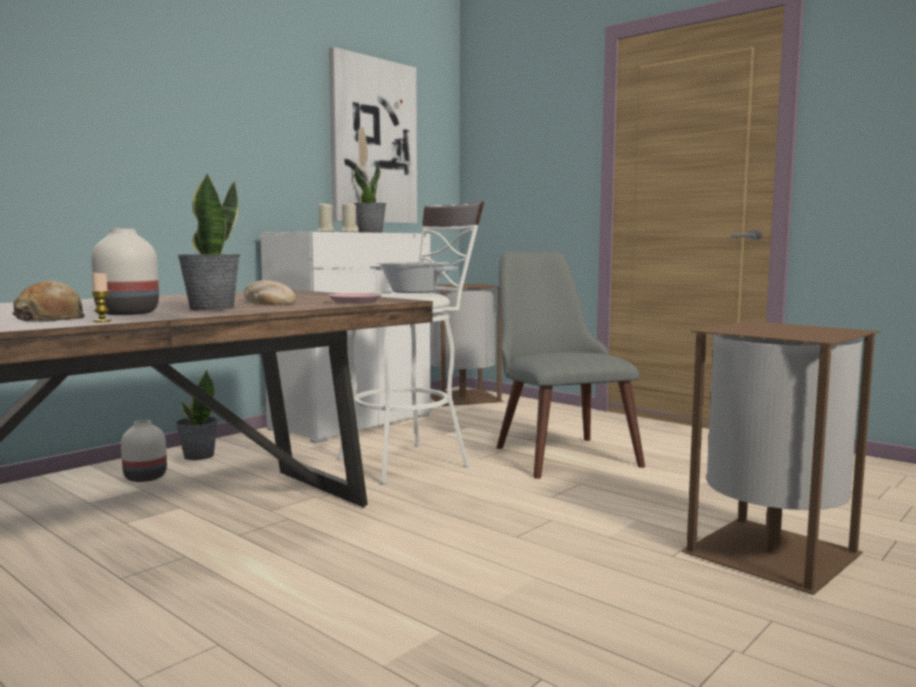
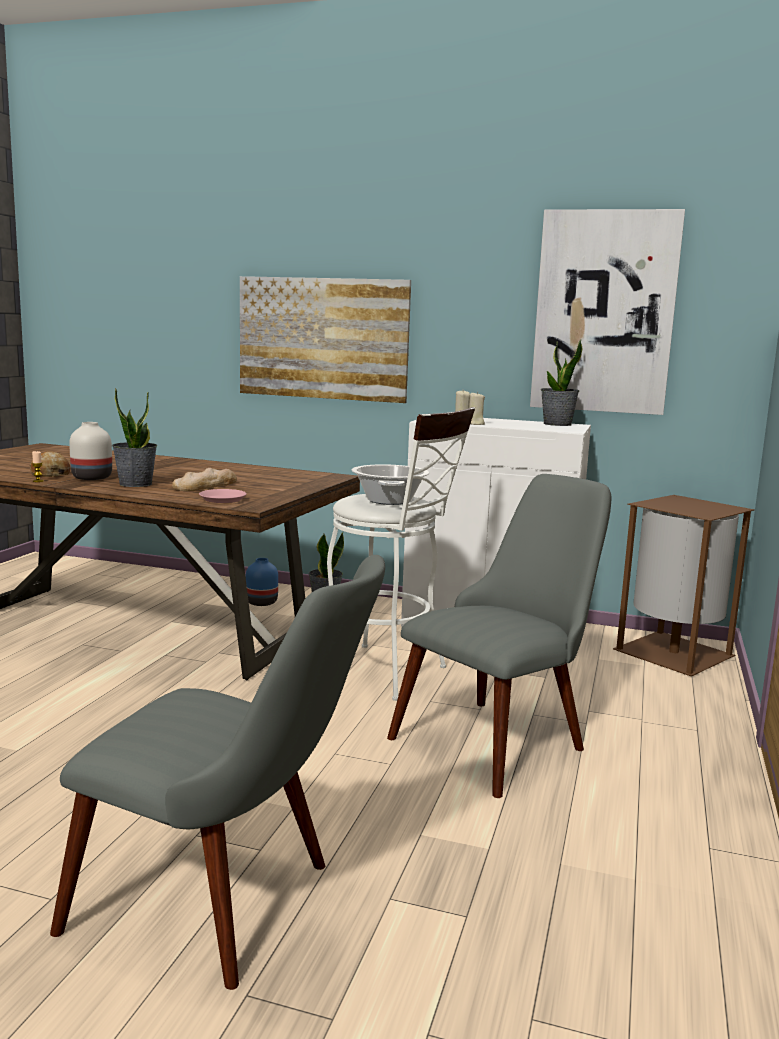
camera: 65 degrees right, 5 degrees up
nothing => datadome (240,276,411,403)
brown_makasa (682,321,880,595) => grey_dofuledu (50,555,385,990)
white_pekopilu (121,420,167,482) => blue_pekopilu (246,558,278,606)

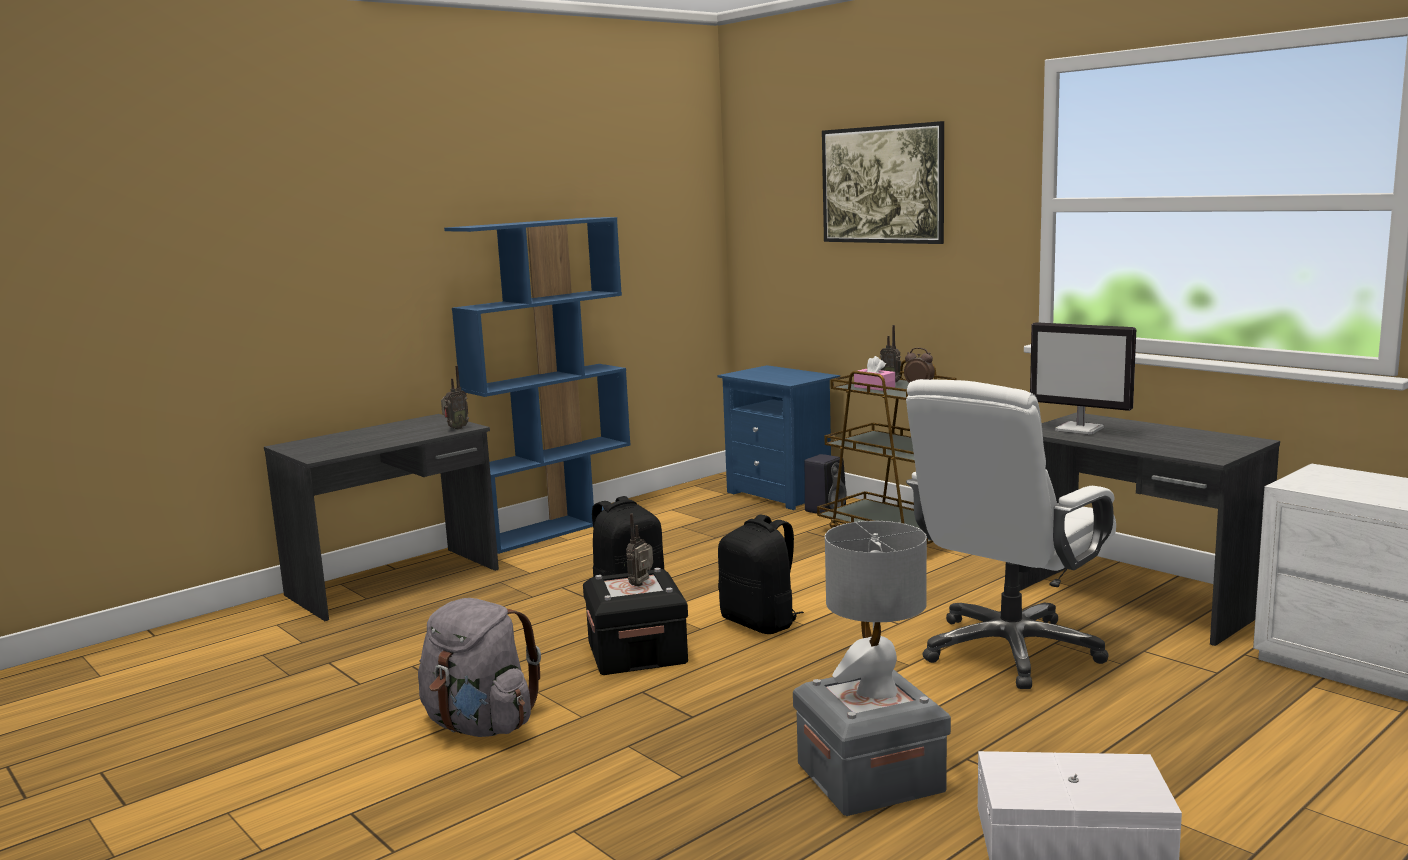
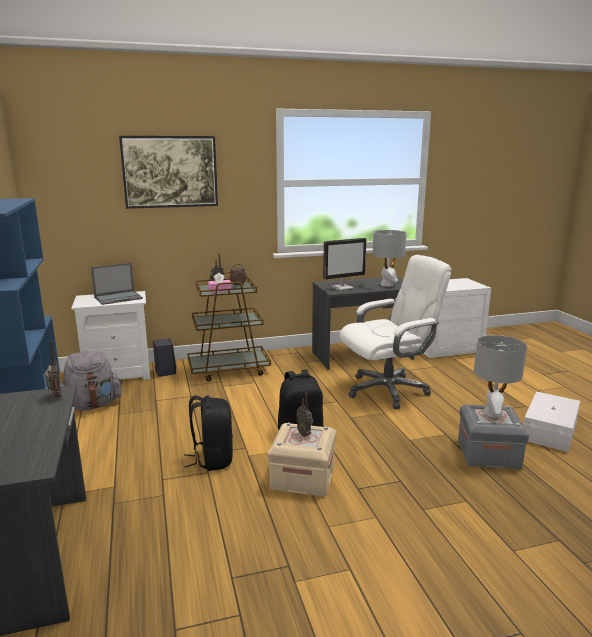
camera: 65 degrees left, 5 degrees up
nothing => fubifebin (91,263,143,305)
nothing => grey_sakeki (373,230,406,287)
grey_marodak (418,598,541,737) => grey_marodak (60,350,123,411), shifted
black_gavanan (583,568,688,675) => beige_gavanan (268,422,336,496)
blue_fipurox (718,365,840,510) => white_fipurox (71,291,150,380)
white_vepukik (906,379,1116,689) => white_vepukik (339,255,452,409), 90 degrees counterclockwise

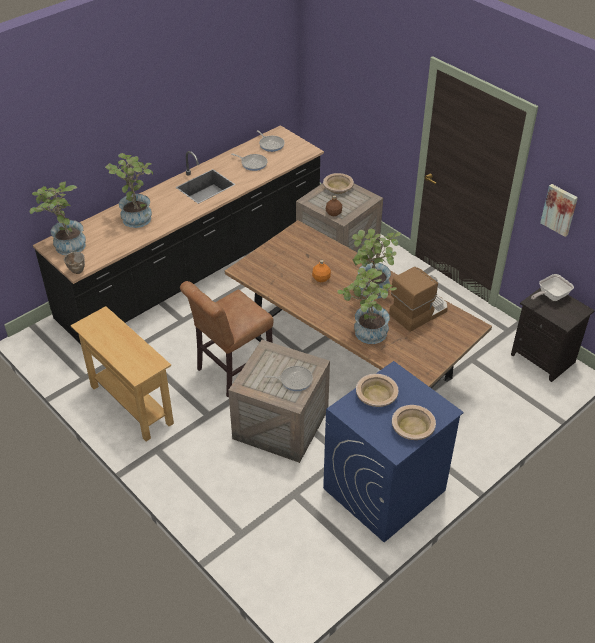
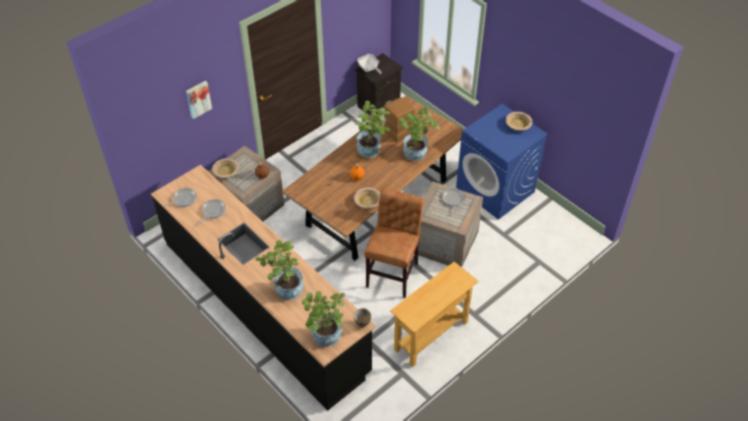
camera: 90 degrees left, 5 degrees up
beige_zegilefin (356,374,399,407) => beige_zegilefin (354,187,380,209), shifted
datadome (540,184,578,237) => datadome (186,81,212,119), shifted
brown_dofuledu (180,281,274,398) => brown_dofuledu (364,188,424,298), 120 degrees counterclockwise

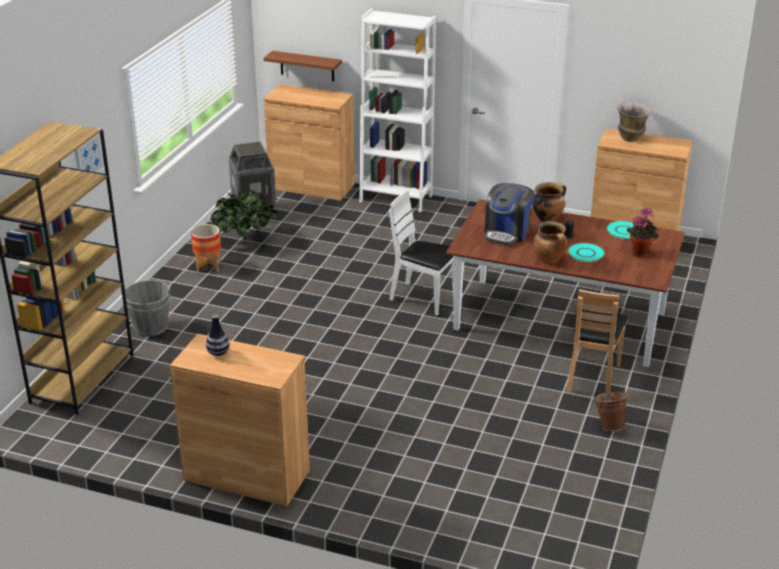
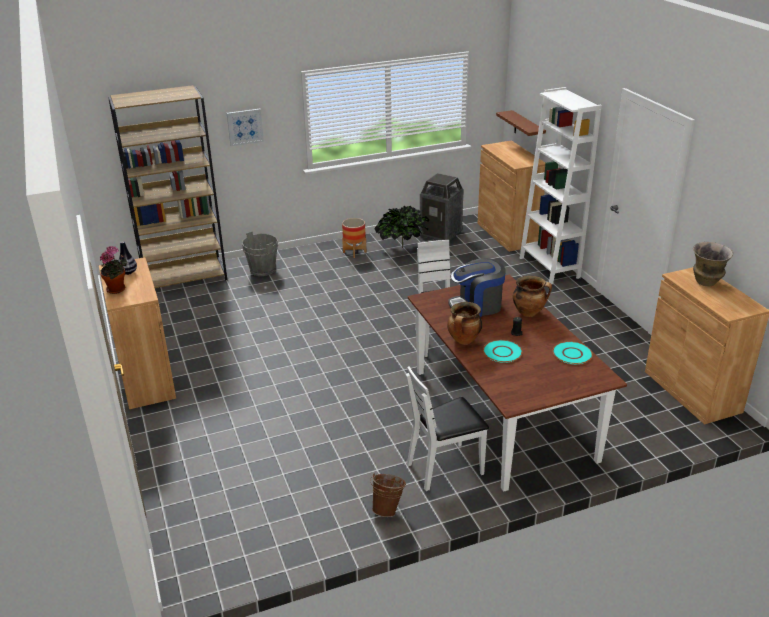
camera: 50 degrees right, 0 degrees up
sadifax (627,208,659,257) => sadifax (100,246,127,294), shifted
brown_dofuledu (566,289,628,393) => white_dofuledu (406,366,489,491)

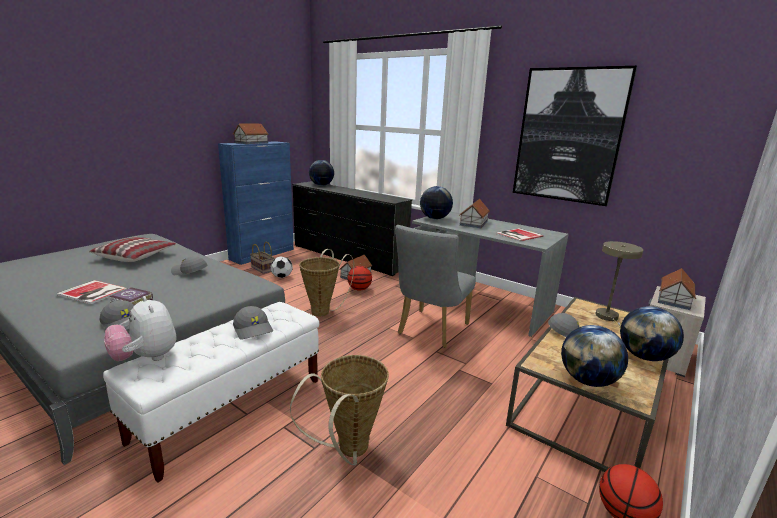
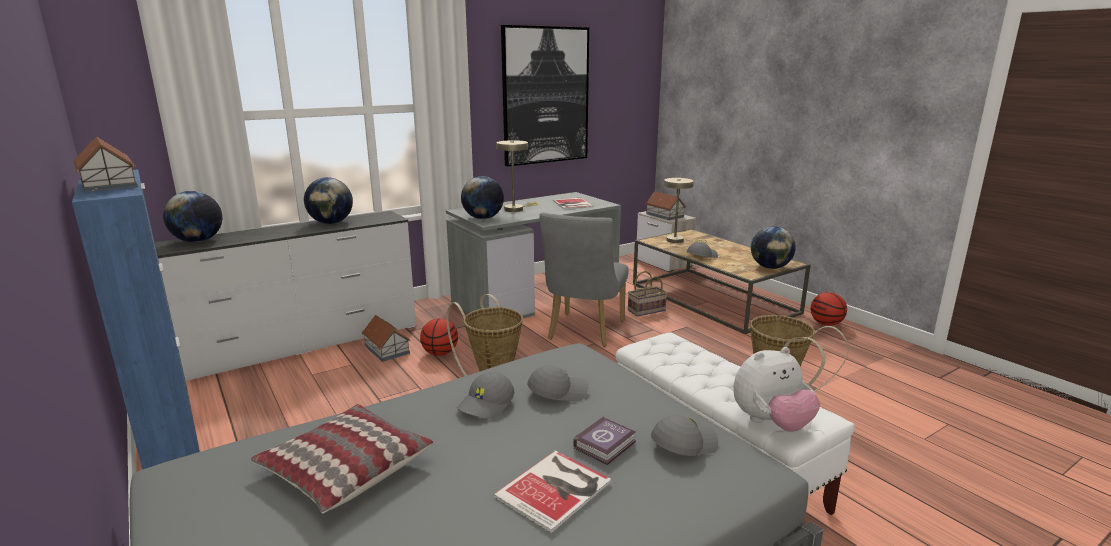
camera: 70 degrees left, 0 degrees up
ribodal (270,256,293,278) => nothing
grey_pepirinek (233,306,273,340) => grey_pepirinek (527,365,589,402), shifted
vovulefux (250,242,274,274) => vovulefux (628,271,667,317), shifted
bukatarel (620,306,684,361) => bukatarel (304,177,353,224), shifted
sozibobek (459,199,490,228) => beige_sakeki (496,140,539,212)
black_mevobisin (292,181,412,276) => white_mevobisin (155,211,416,381)
grey_dofuledu (395,225,476,348) => grey_dofuledu (540,213,629,347), 60 degrees clockwise

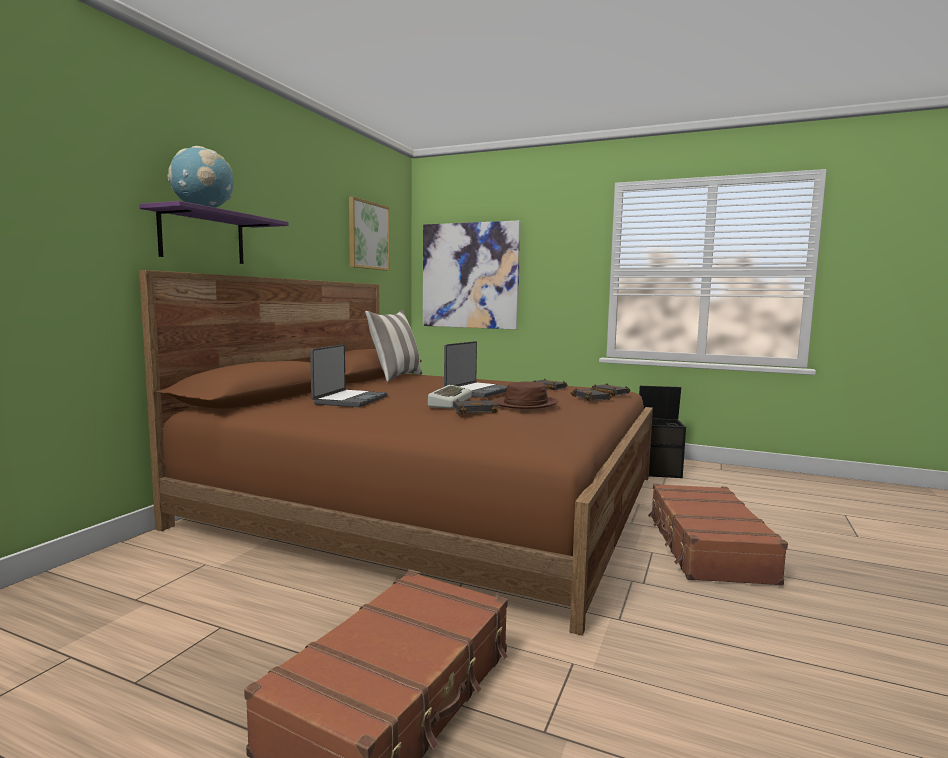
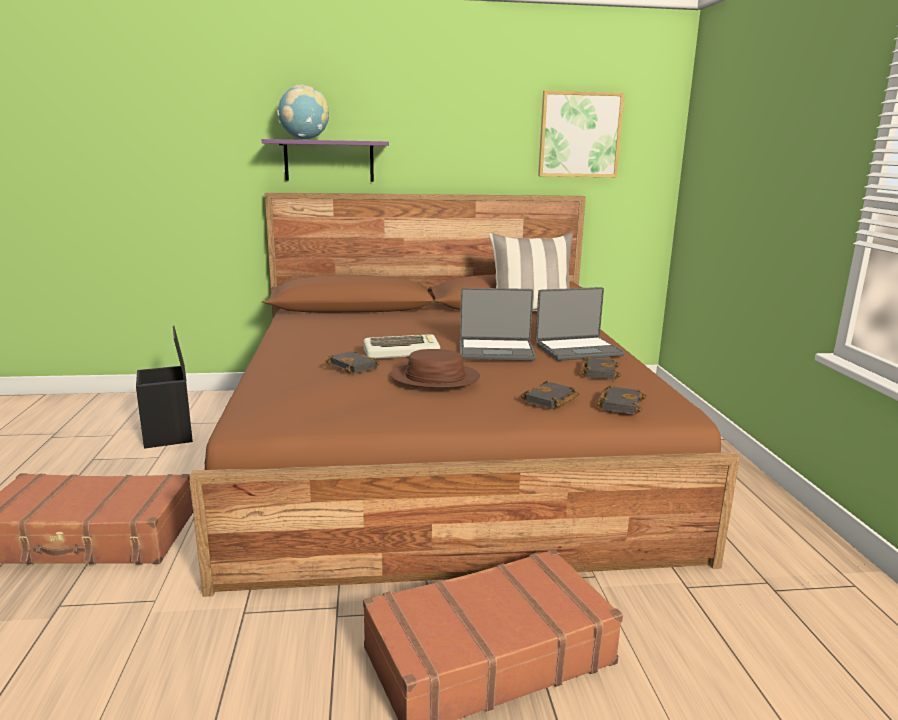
camera: 60 degrees right, 10 degrees up
datadome (423,221,521,329) => nothing
fubifebin (310,344,387,407) => fubifebin (535,287,625,361), shifted
black_gavanan (639,386,686,478) => black_gavanan (136,326,193,449), shifted

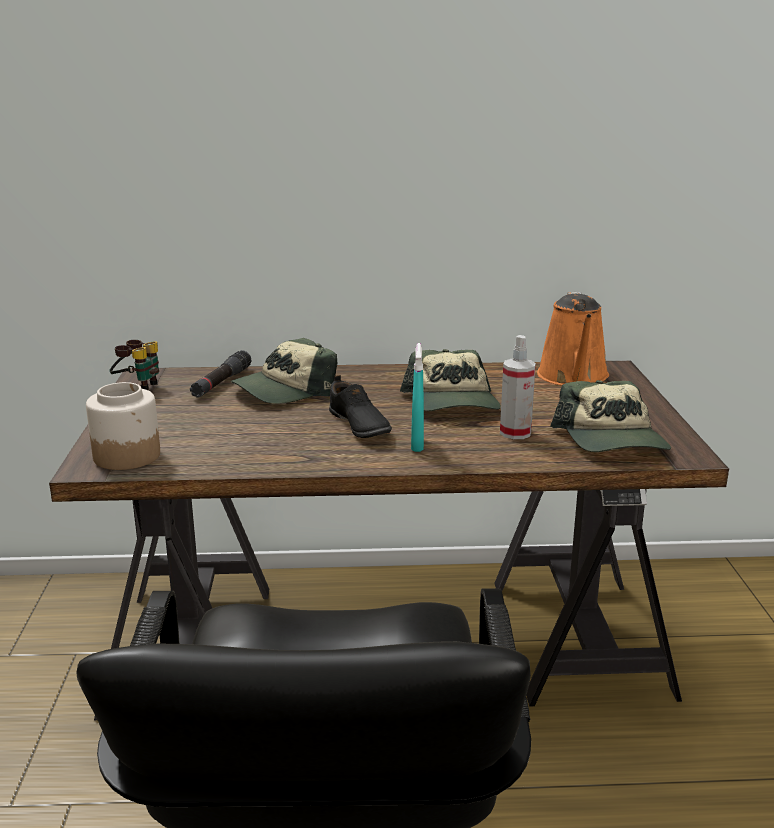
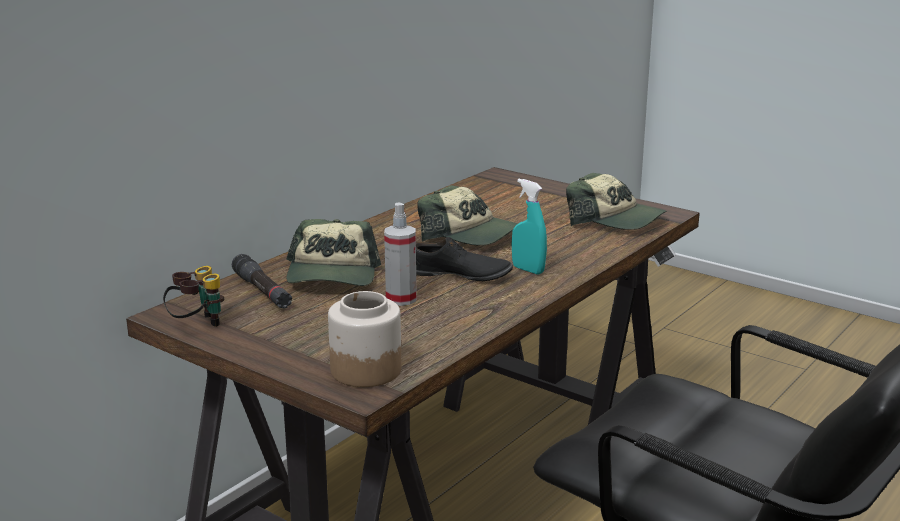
camera: 50 degrees left, 0 degrees up
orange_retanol (537,292,609,386) => nothing
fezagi (500,335,536,439) => fezagi (384,203,417,306), shifted

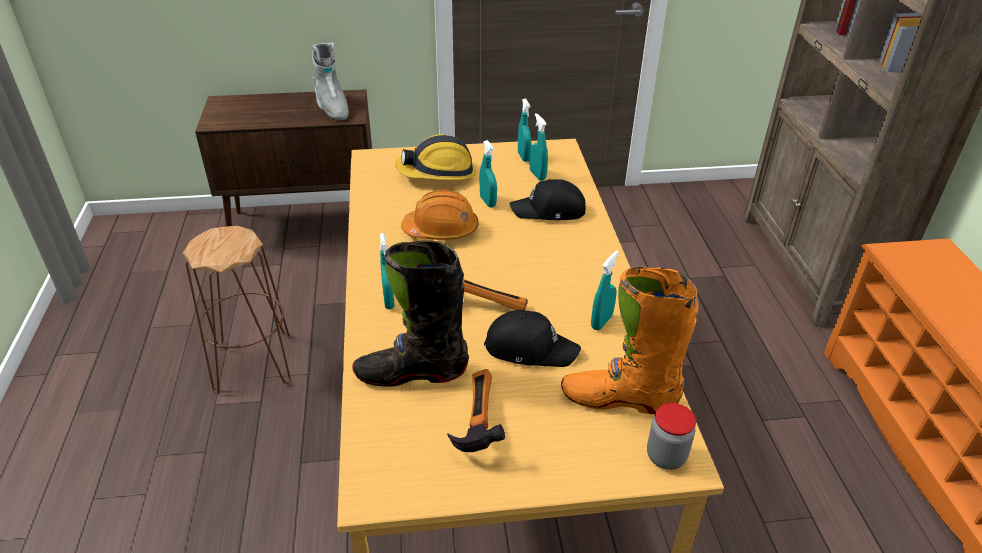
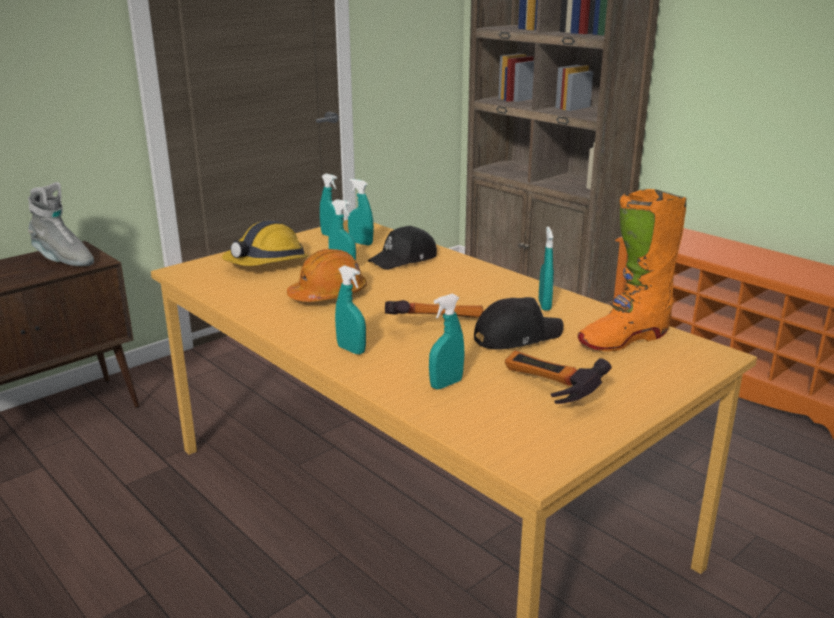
camera: 35 degrees left, 15 degrees down
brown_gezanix (183,226,291,394) => nothing
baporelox (647,403,696,470) => nothing
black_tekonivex (352,240,469,387) => turquoise_fezagi (429,294,465,389)

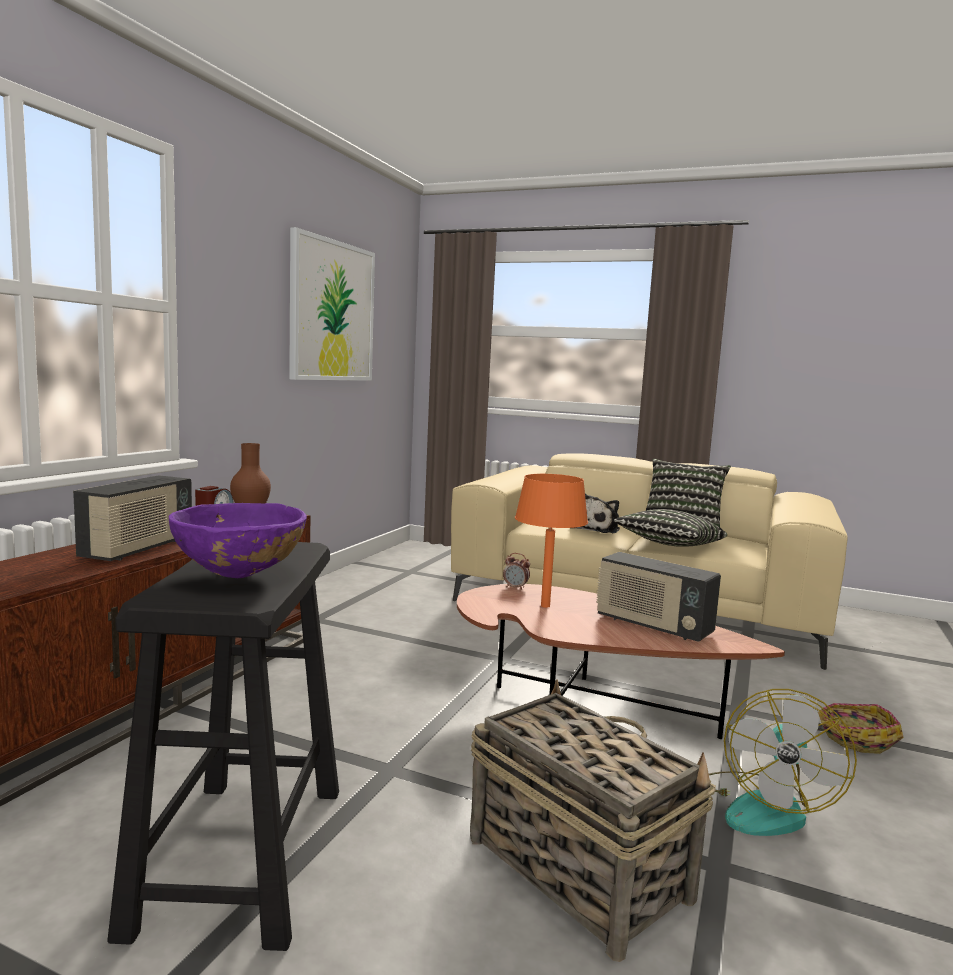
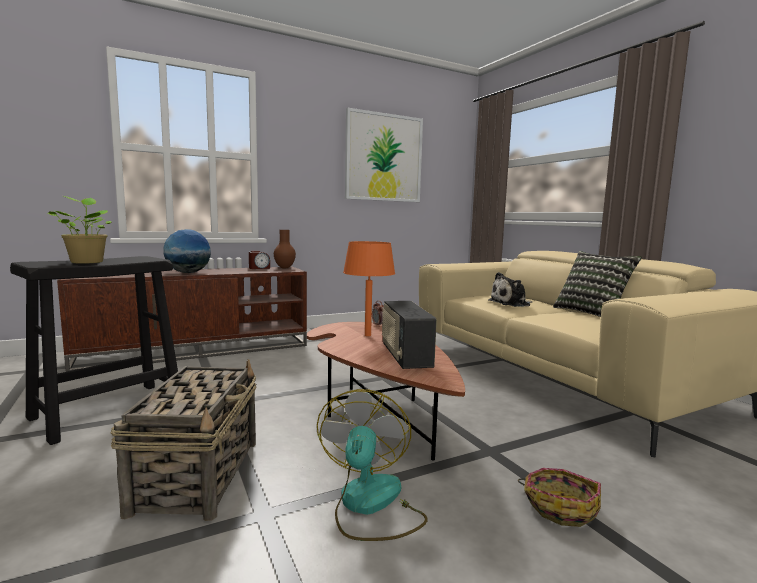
camera: 40 degrees right, 0 degrees up
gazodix (614,509,727,547) => nothing
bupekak (73,475,192,561) => bukatarel (163,229,211,273)
purple_zegilefin (169,503,307,578) => sadifax (48,196,111,264)
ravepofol (709,689,857,836) => ravepofol (317,389,428,541), 120 degrees clockwise

